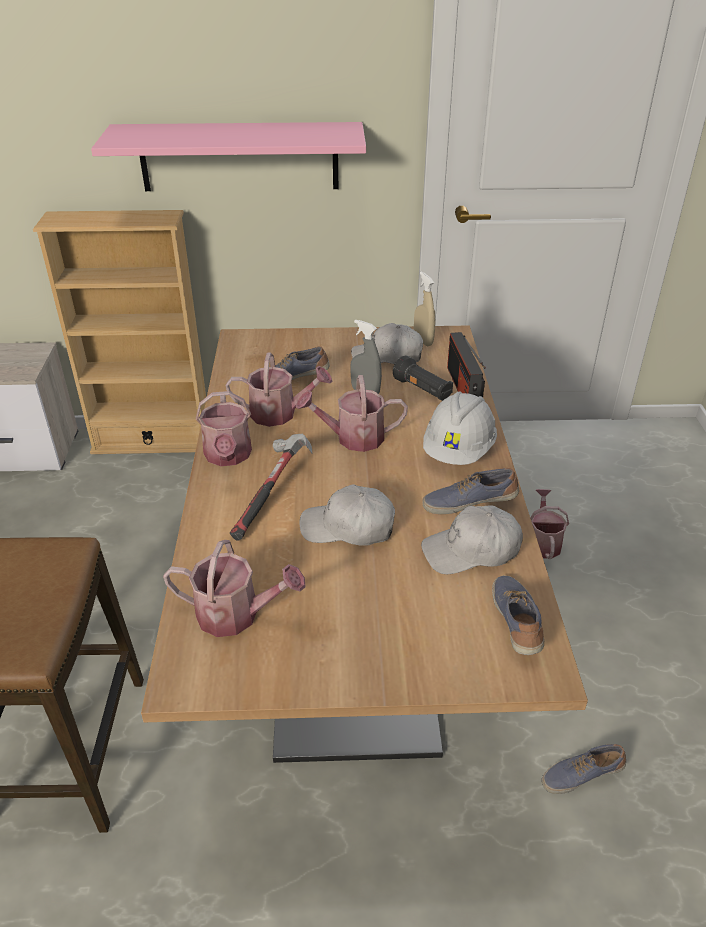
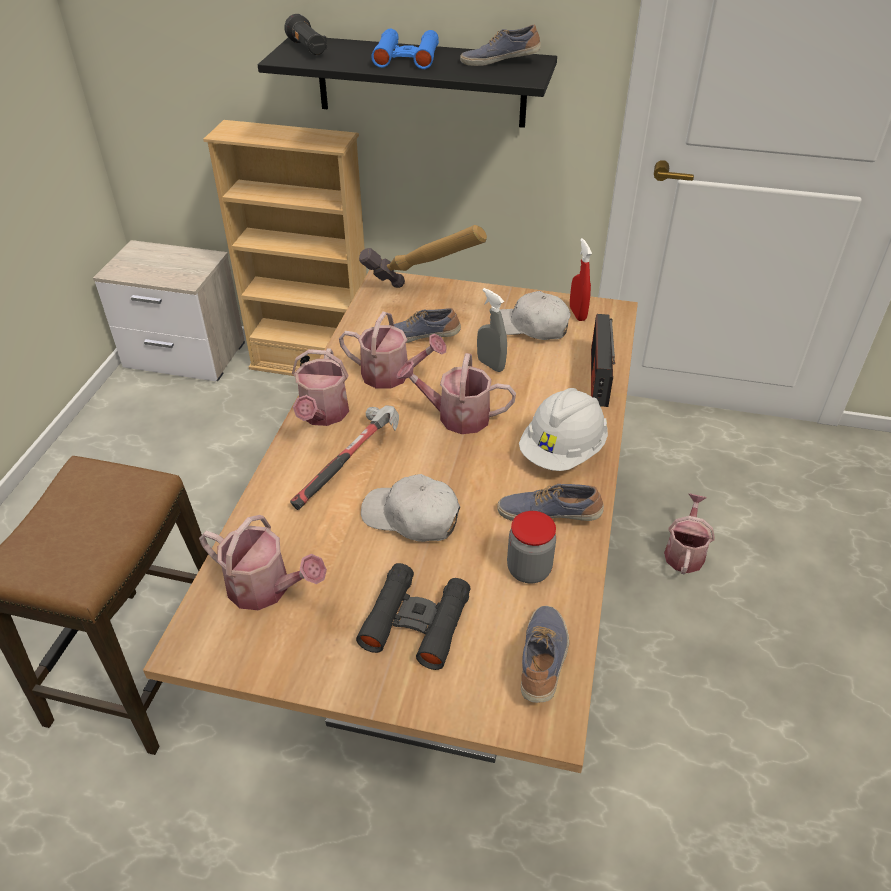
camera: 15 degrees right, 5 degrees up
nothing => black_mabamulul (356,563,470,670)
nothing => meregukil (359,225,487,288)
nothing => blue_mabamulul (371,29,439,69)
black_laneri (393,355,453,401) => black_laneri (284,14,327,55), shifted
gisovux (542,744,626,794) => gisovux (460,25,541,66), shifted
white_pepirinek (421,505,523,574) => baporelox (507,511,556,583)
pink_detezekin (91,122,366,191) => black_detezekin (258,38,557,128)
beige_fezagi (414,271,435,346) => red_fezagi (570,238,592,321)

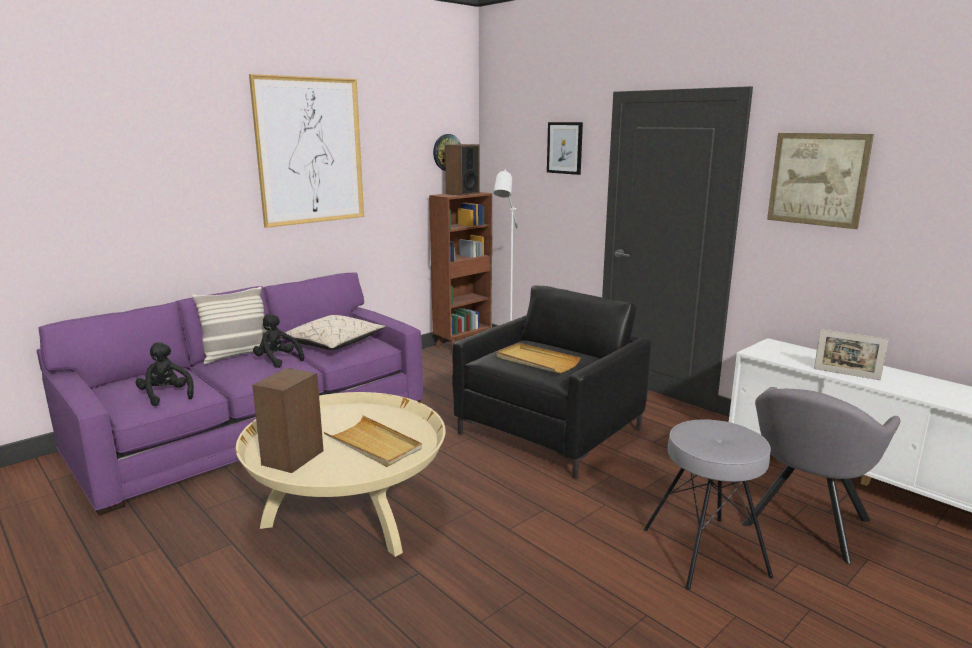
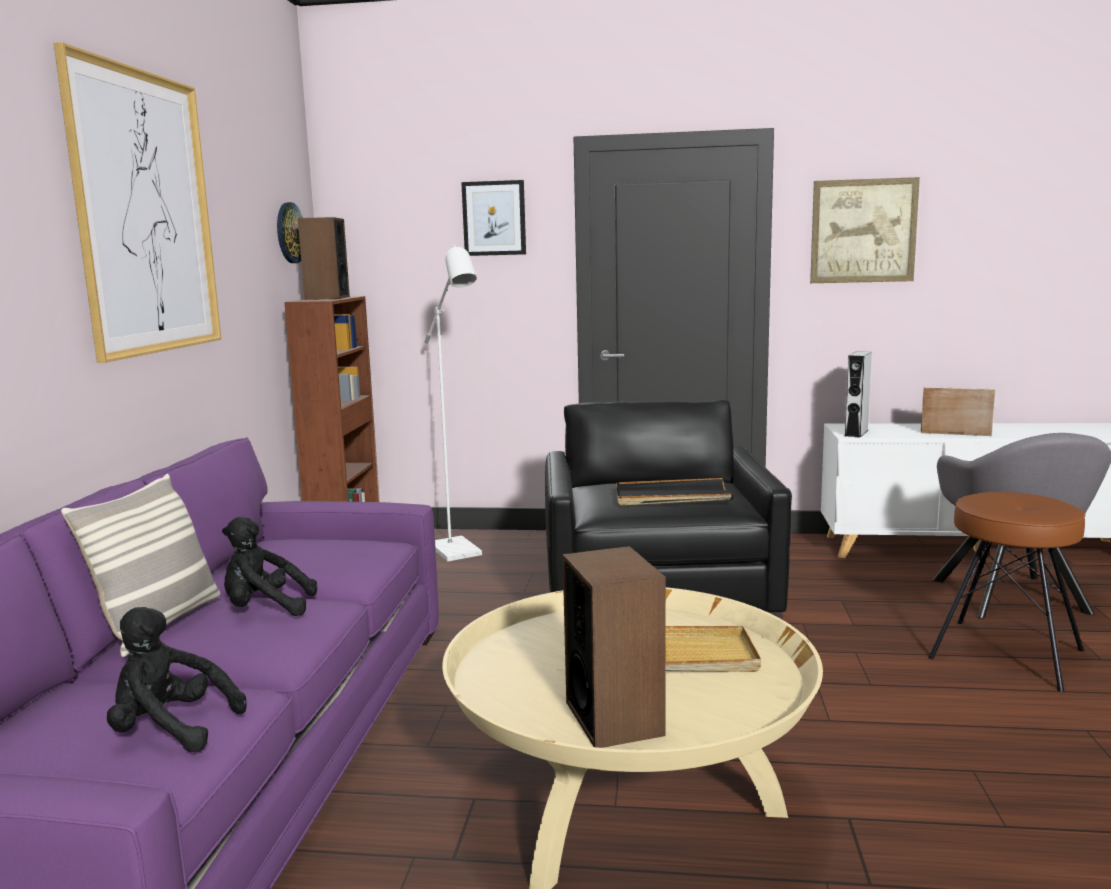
camera: 40 degrees left, 5 degrees down
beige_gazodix (280,315,386,350) => nothing
nothing => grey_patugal (845,351,872,438)
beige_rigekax (497,343,580,373) => black_rigekax (616,478,733,505)
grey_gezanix (644,419,773,590) => brown_gezanix (928,492,1085,692)
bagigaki (814,329,888,380) => bagigaki (921,387,996,436), 150 degrees counterclockwise

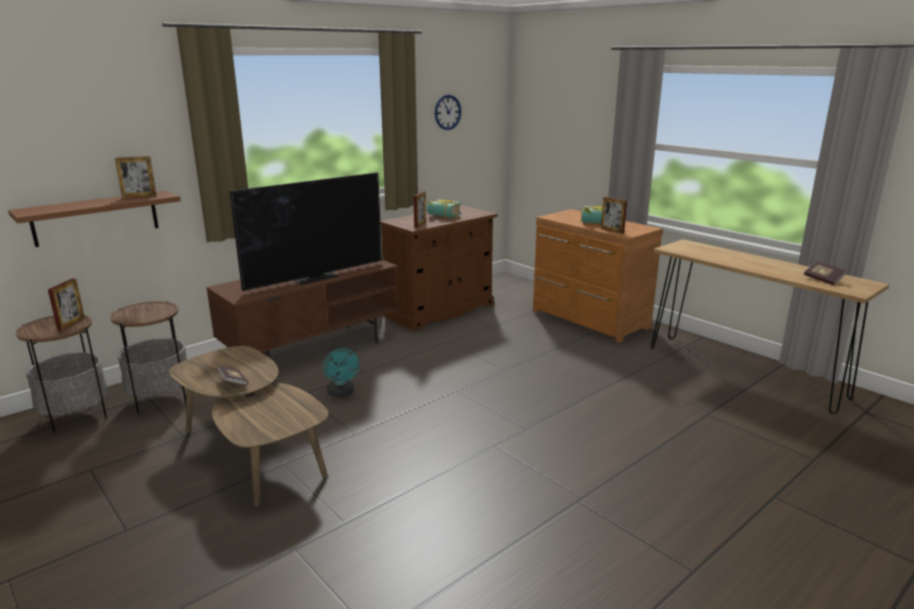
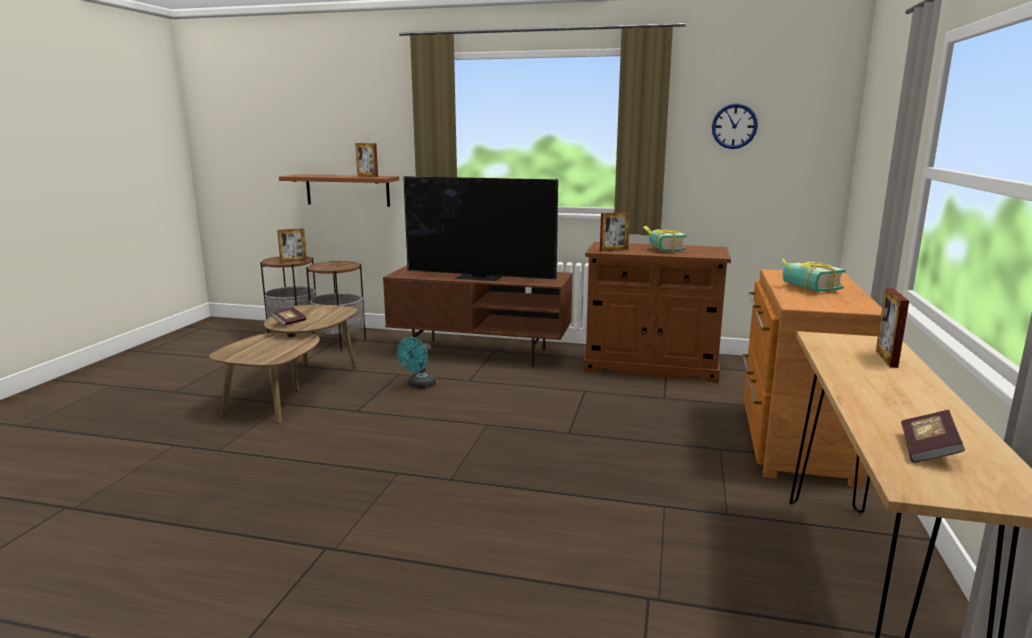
camera: 55 degrees right, 5 degrees down
bagigaki (601,197,627,234) => bagigaki (876,288,909,368), shifted

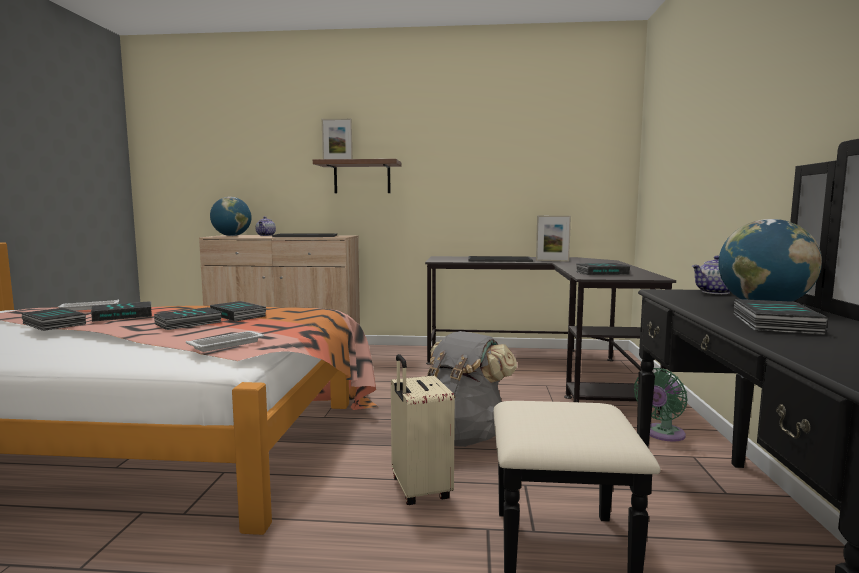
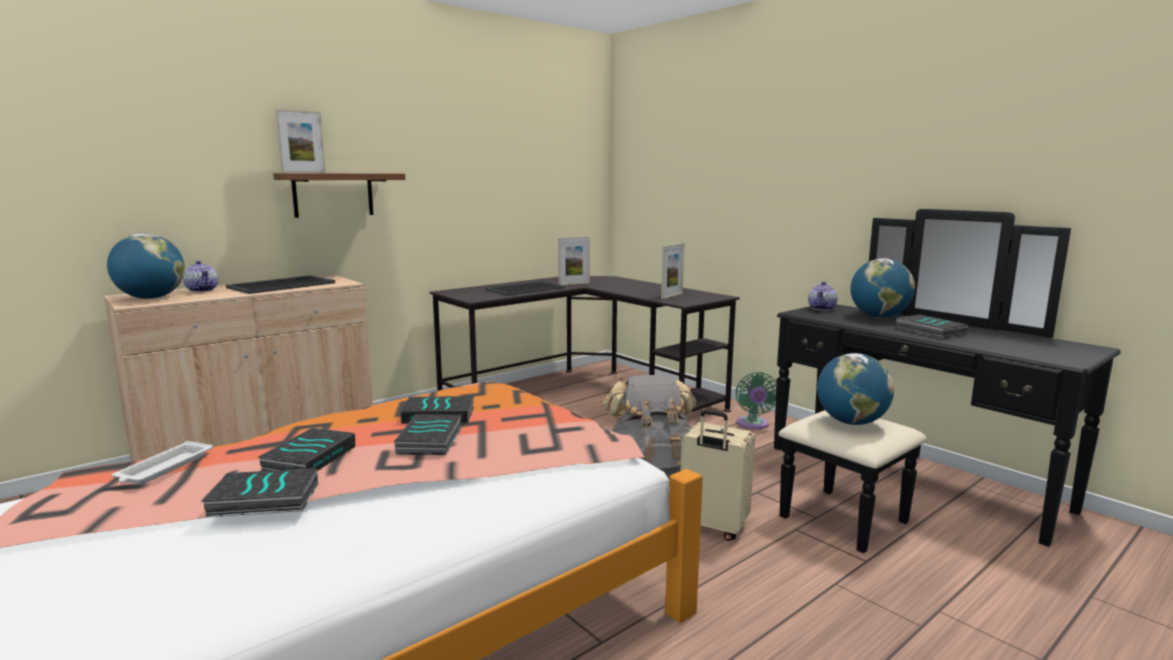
camera: 45 degrees left, 5 degrees up
white_rigekax (186,331,264,352) => nothing
nothing => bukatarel (817,353,894,425)
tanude (576,263,630,275) => bagigaki (661,243,685,299)

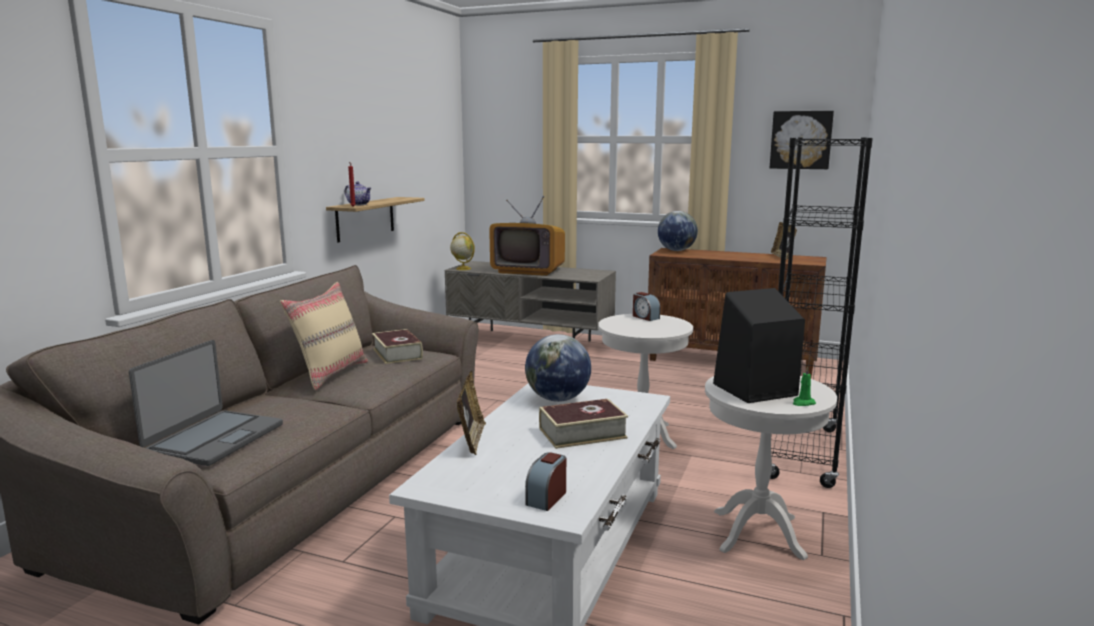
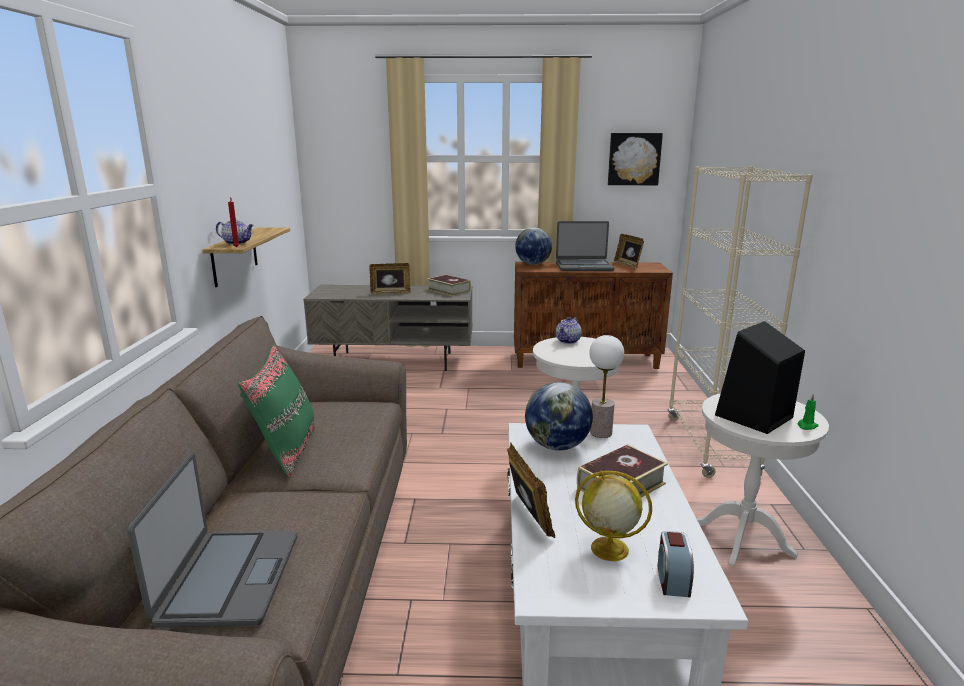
camera: 20 degrees left, 5 degrees up
nothing => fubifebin (556,221,614,271)
nothing => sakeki (589,335,624,438)
tanude (372,329,423,364) => tanude (427,275,471,296), shifted
bukatarel (450,232,475,270) => bukatarel (575,470,652,561), shifted
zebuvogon (489,196,565,276) => bagigaki (369,263,411,294)
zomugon (633,292,660,321) => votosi (556,317,581,344)
beige_gazodix (280,282,368,390) => green_gazodix (238,344,316,478)
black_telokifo (770,137,873,488) => beige_telokifo (667,166,813,478)

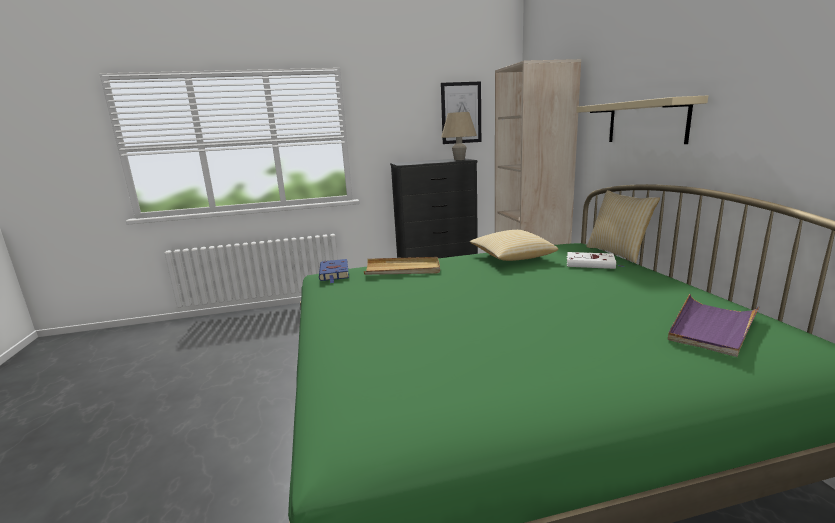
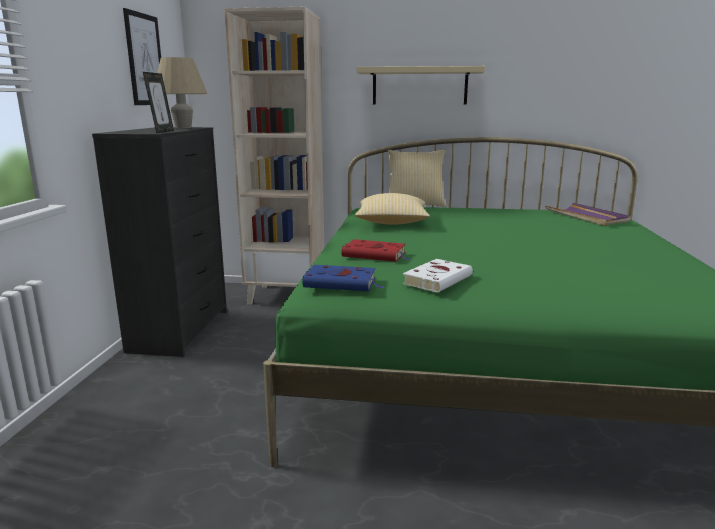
camera: 70 degrees left, 0 degrees up
nothing => bagigaki (143,72,174,133)
white_tanude (566,252,624,269) => white_tanude (402,259,473,292), shifted
beige_rigekax (364,257,440,275) => red_tanude (341,239,410,262)

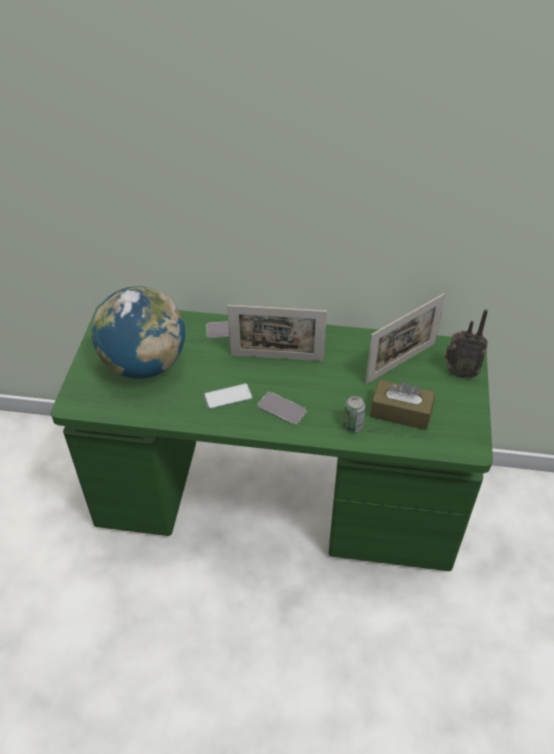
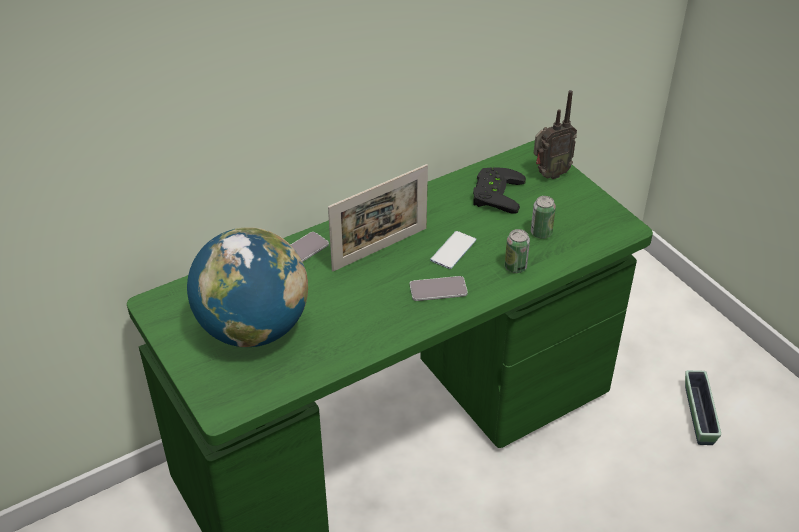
camera: 40 degrees left, 5 degrees down
nothing => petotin (685,370,721,445)
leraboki (203,383,252,409) => leraboki (430,231,476,269), shifted
bagigaki (365,293,445,384) => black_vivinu (473,167,526,214)
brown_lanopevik (370,380,435,430) => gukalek (531,196,556,239)

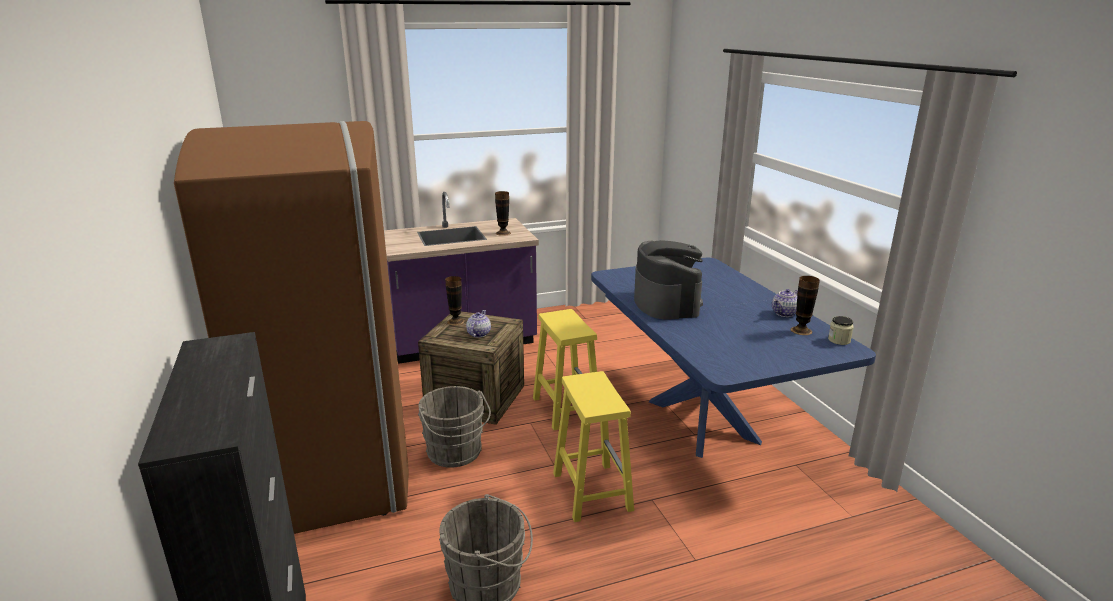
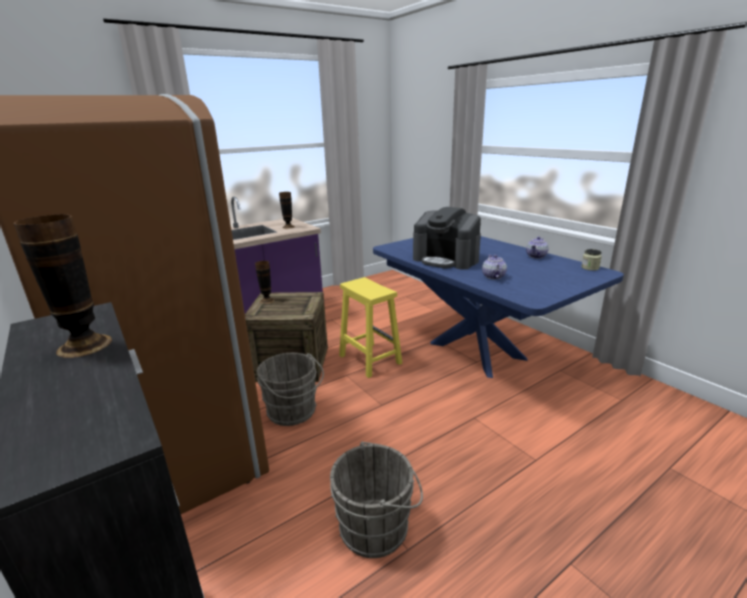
camera: 15 degrees left, 0 degrees up
yellow_gezanix (553,371,634,522) => nothing
votosi (466,310,491,338) => votosi (482,255,507,279), shifted
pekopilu (791,276,820,335) => pekopilu (14,214,112,358), shifted
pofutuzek (634,240,703,319) => pofutuzek (413,207,481,270), 150 degrees clockwise

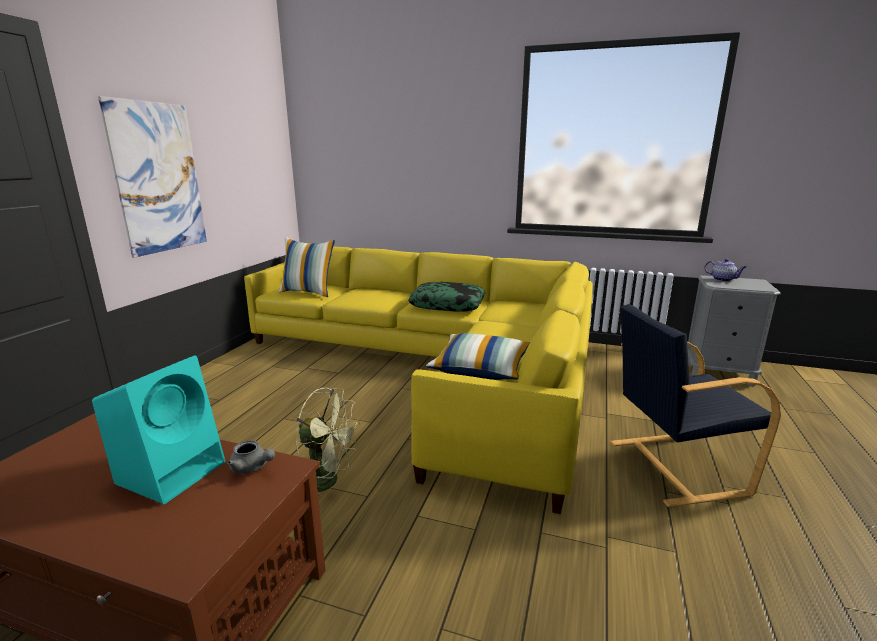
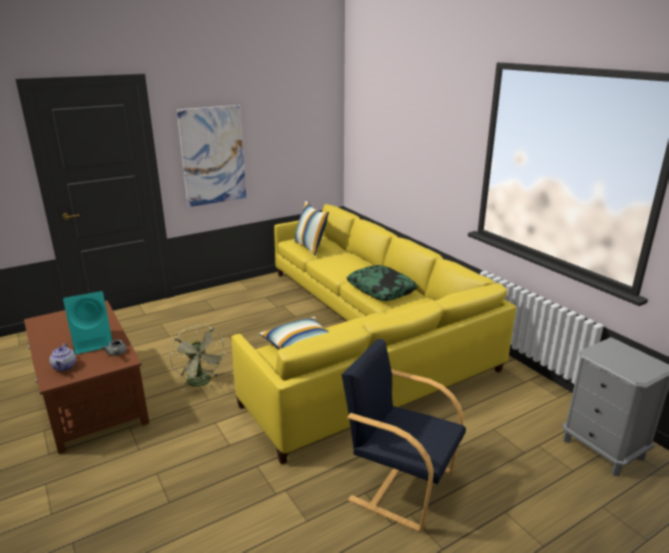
camera: 40 degrees right, 5 degrees up
votosi (704,259,746,282) => votosi (50,343,76,371), shifted

